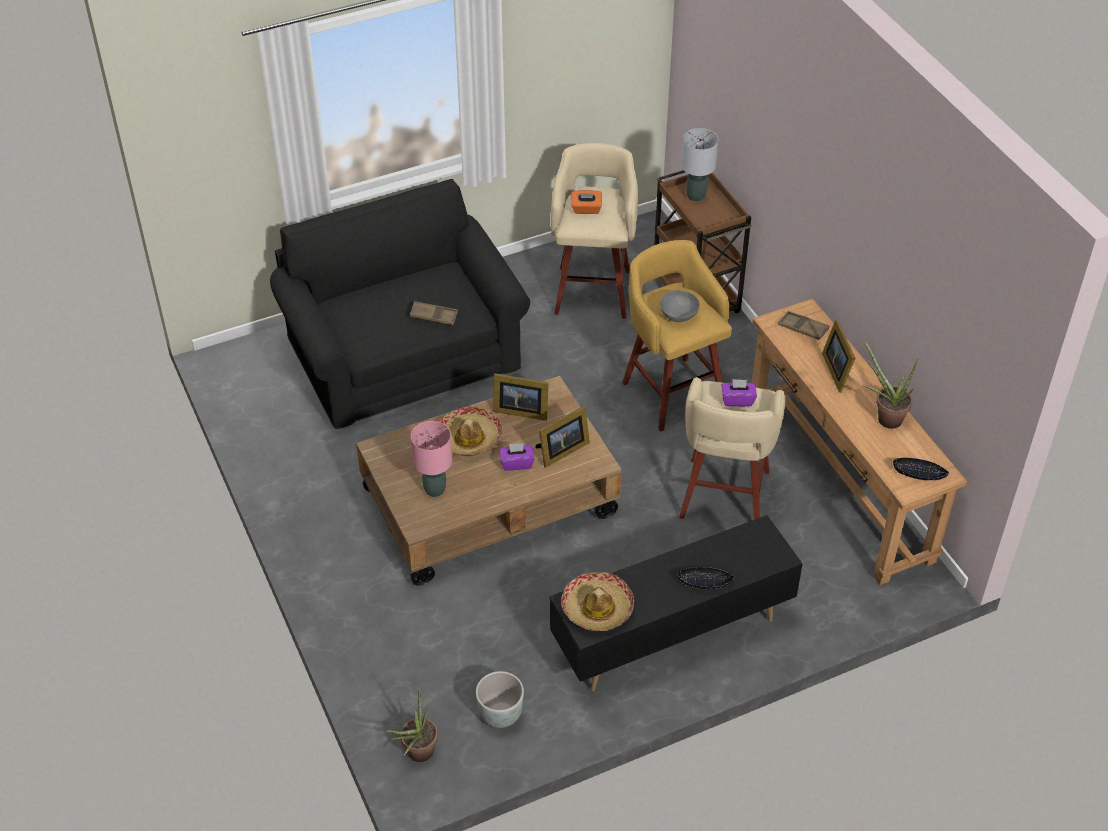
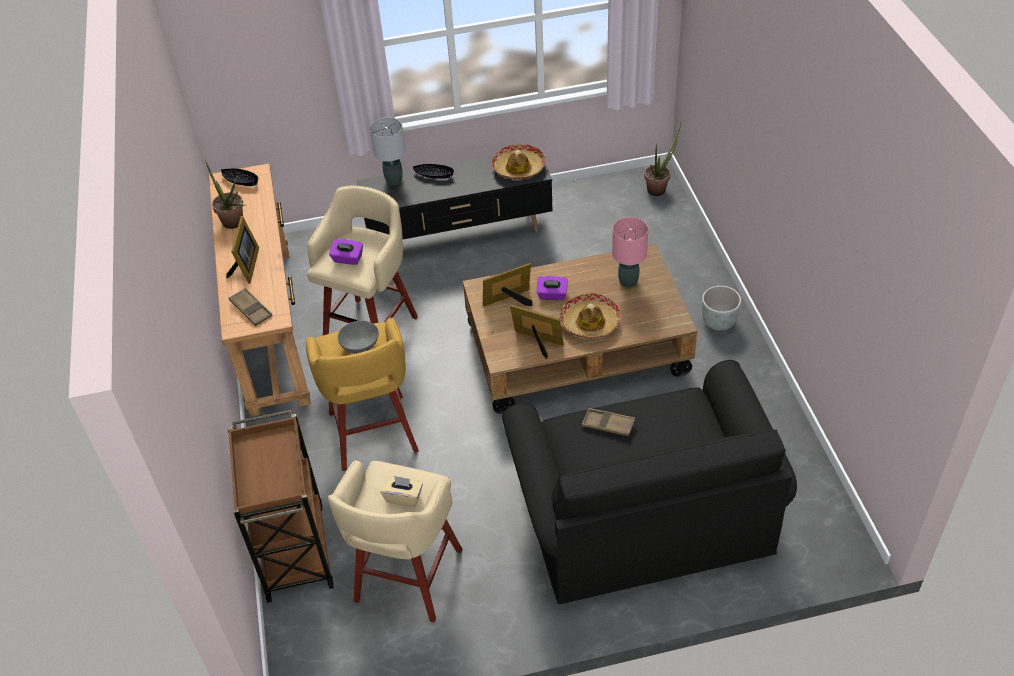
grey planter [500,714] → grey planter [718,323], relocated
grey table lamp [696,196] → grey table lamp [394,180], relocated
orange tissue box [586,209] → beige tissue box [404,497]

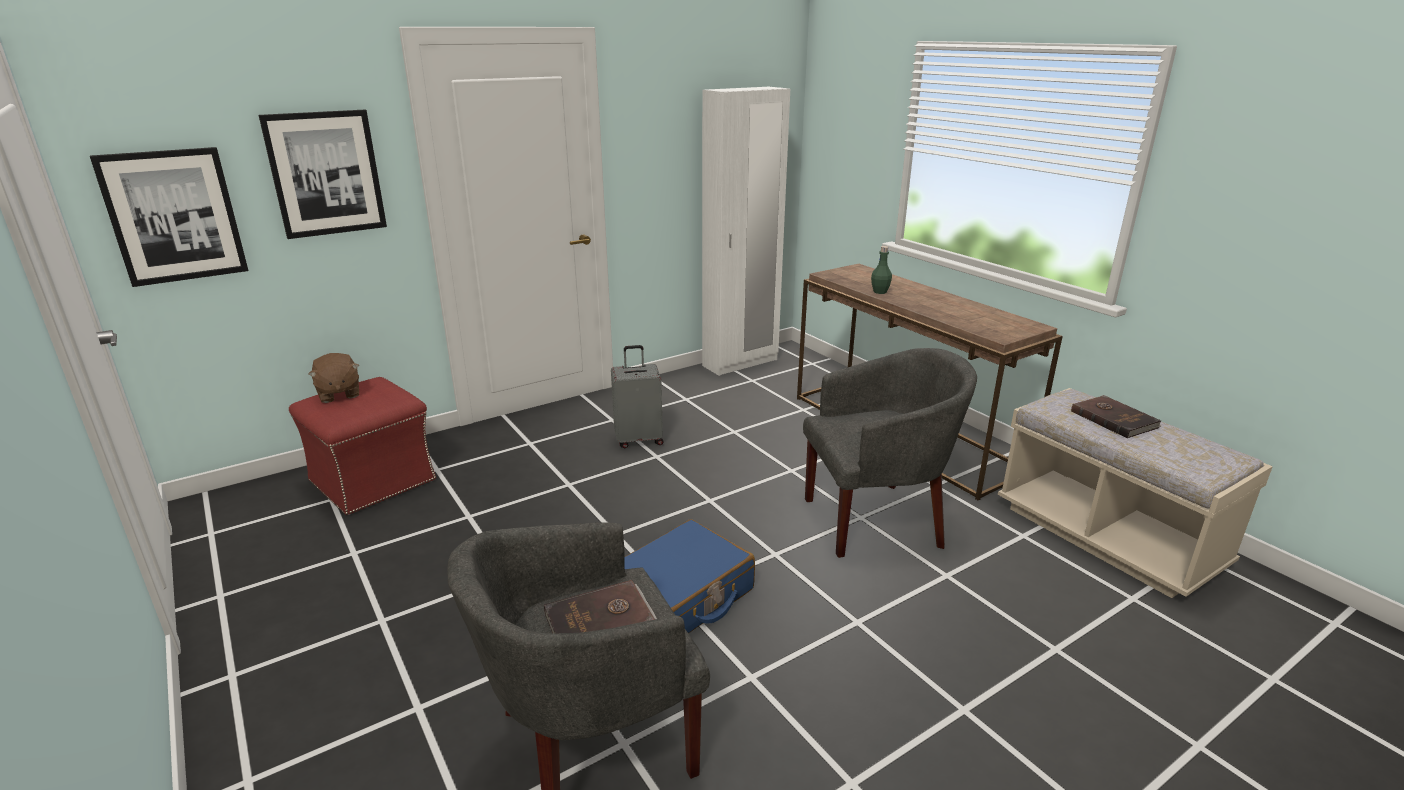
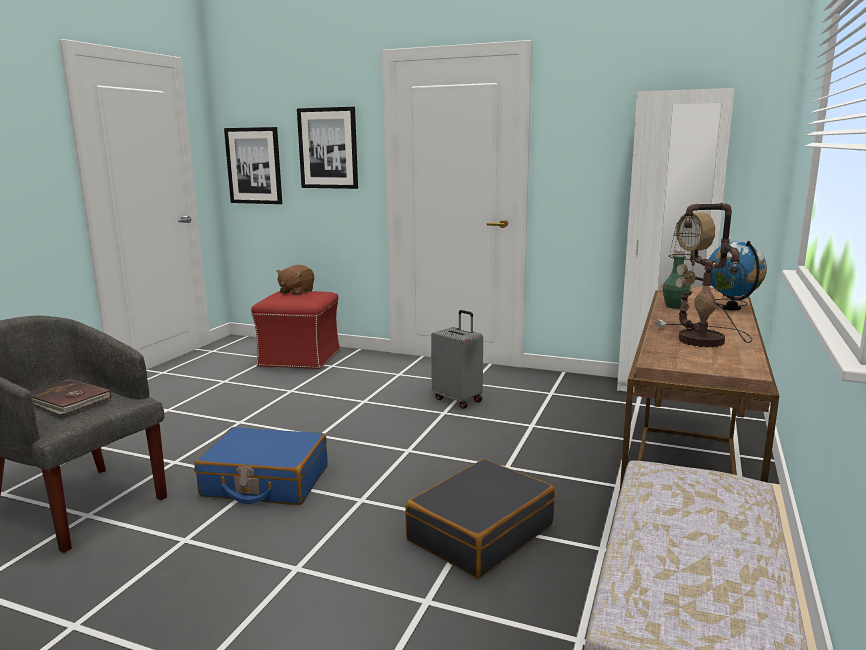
brown book [1114,419] → -
- → table lamp [701,342]
- → globe [731,308]
grey armchair [876,520] → black suitcase [480,532]

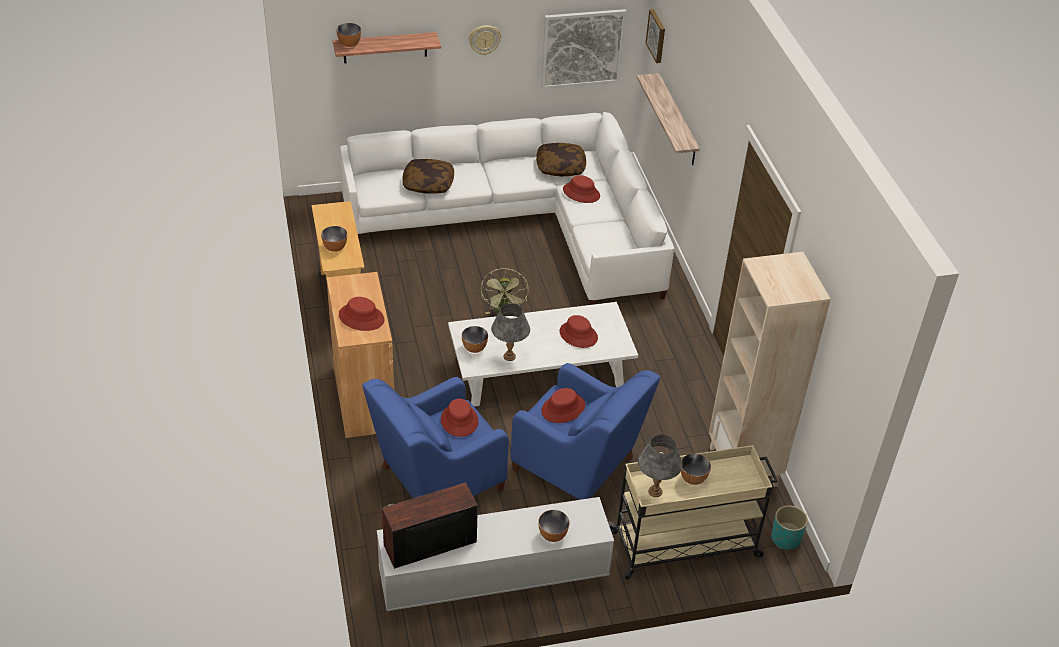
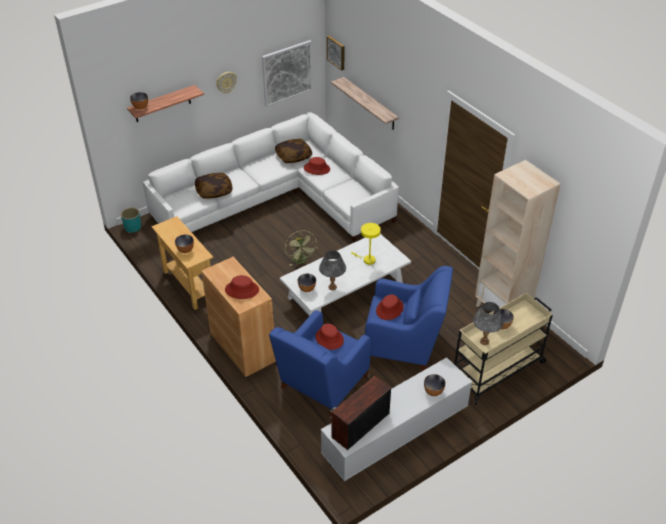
turquoise planter [785,538] → turquoise planter [133,227], relocated
red hat [578,335] → yellow table lamp [367,260]

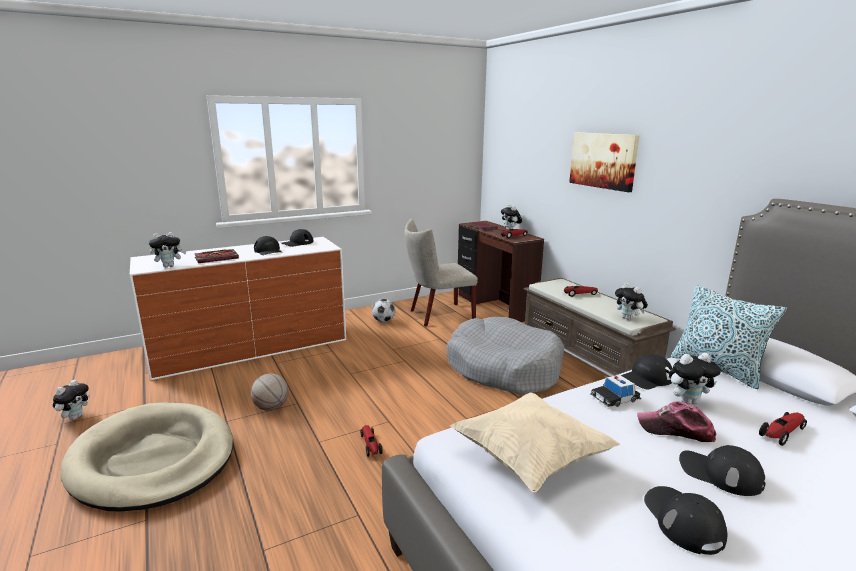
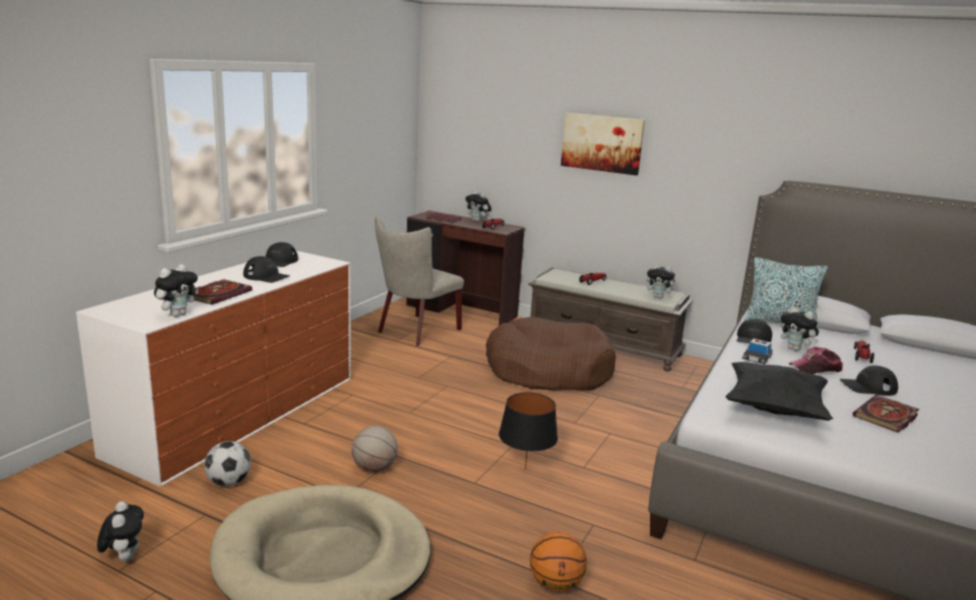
- → basketball [555,584]
football [383,321] → football [229,482], relocated
toy car [370,445] → black table lamp [525,469]
black cap [683,520] → book [886,417]
grey dog bed [503,368] → brown dog bed [548,371]
beige pillow [530,458] → black pillow [774,409]
plush toy [688,401] → plush toy [795,349], 90 degrees clockwise

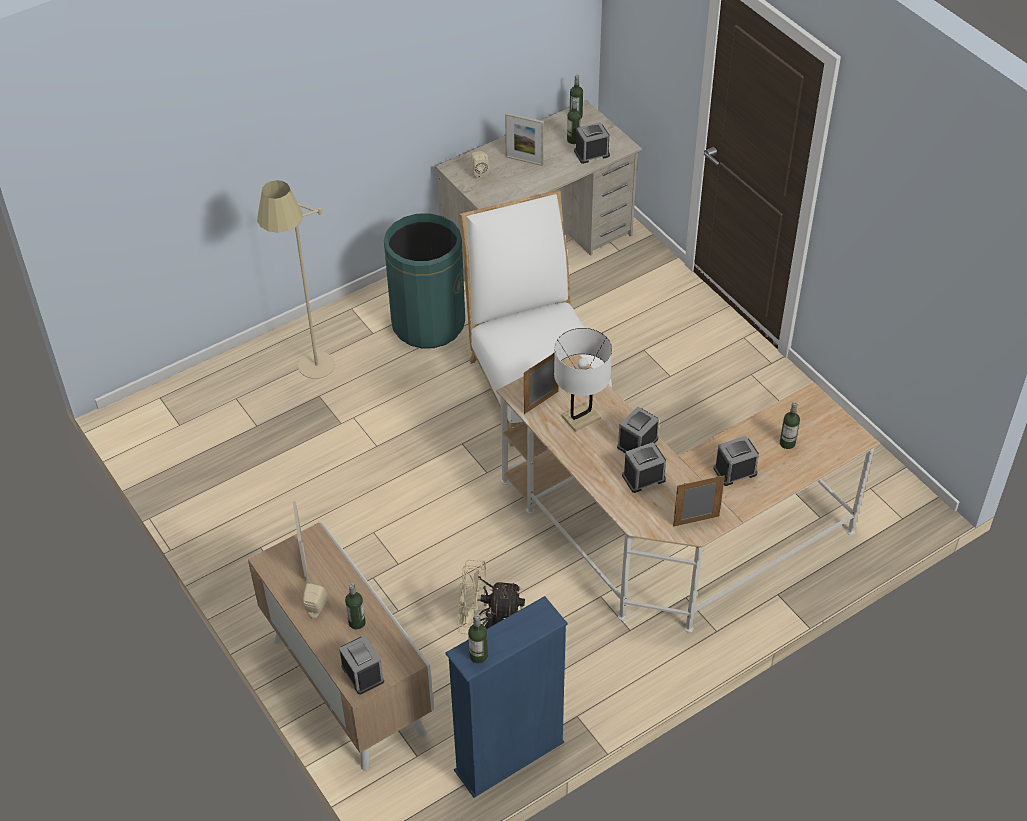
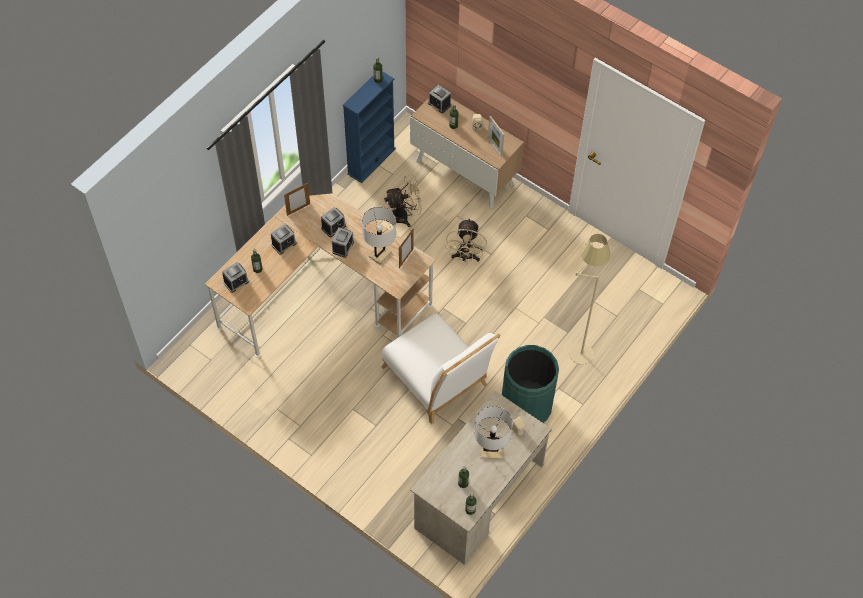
- → beige fan [465,257]
alarm clock [591,153] → alarm clock [236,282], relocated
picture frame [524,161] → white table lamp [490,451]

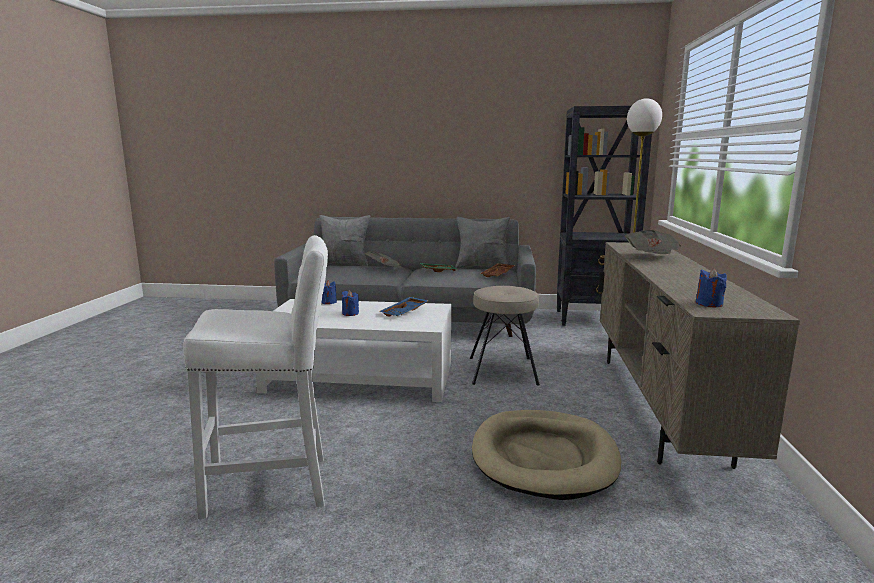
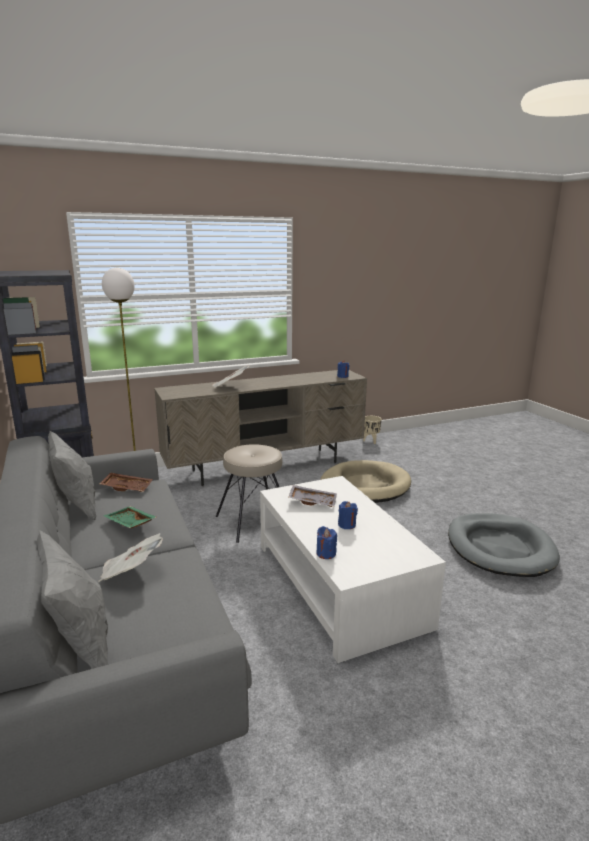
- → beige planter [371,441]
white stool [275,486] → grey dog bed [500,548]
blue tray [405,312] → grey tray [313,501]

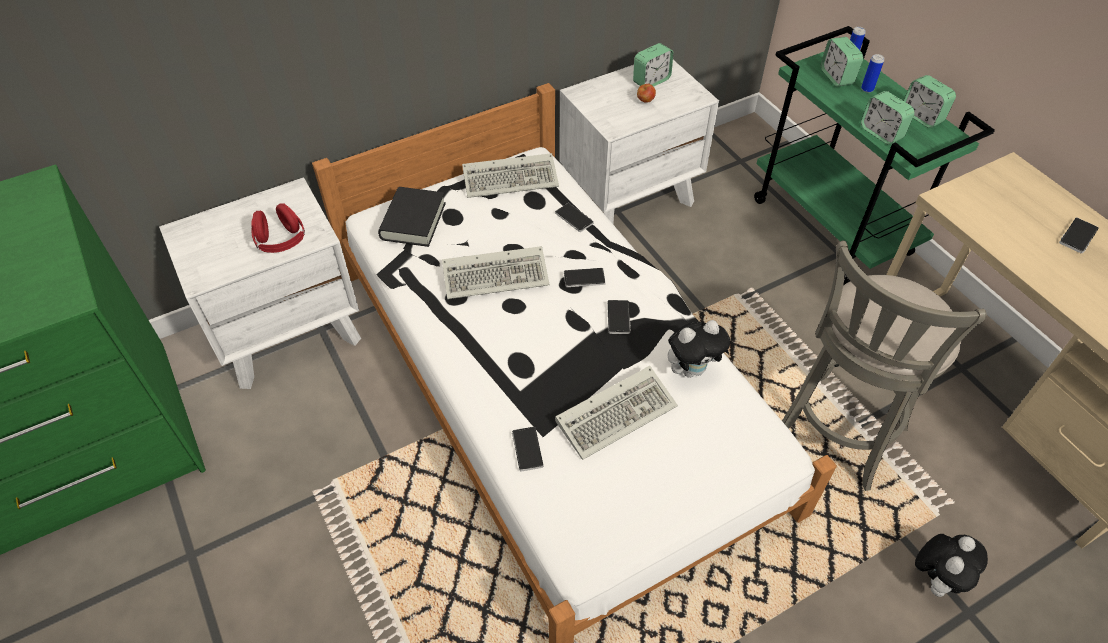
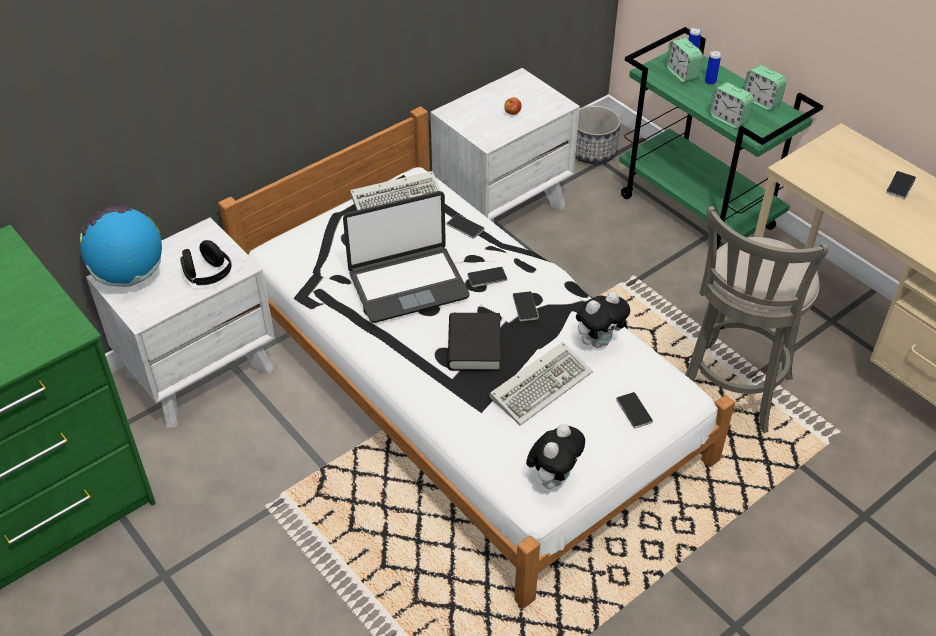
alarm clock [651,81] → -
- → globe [130,275]
- → planter [593,152]
black book [413,221] → black book [474,346], relocated
phone [527,449] → phone [634,411], relocated
plush toy [936,578] → plush toy [553,477], relocated
keyboard [498,275] → laptop [408,284]
red headphones [281,241] → black headphones [208,275]

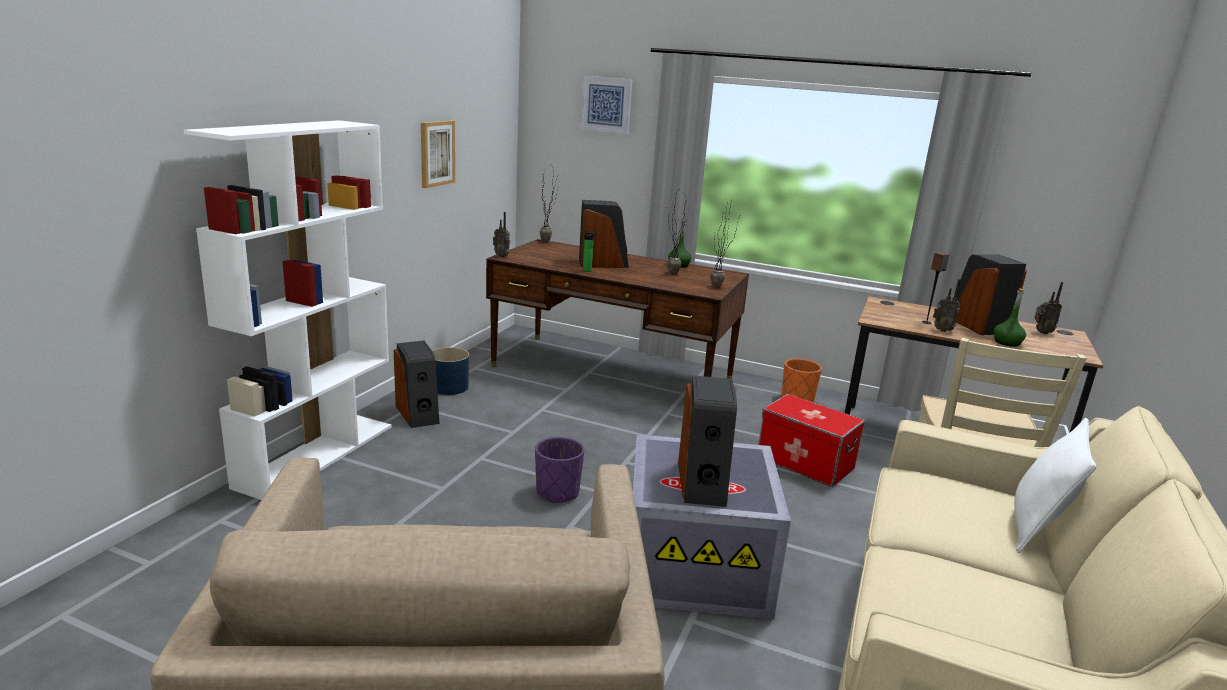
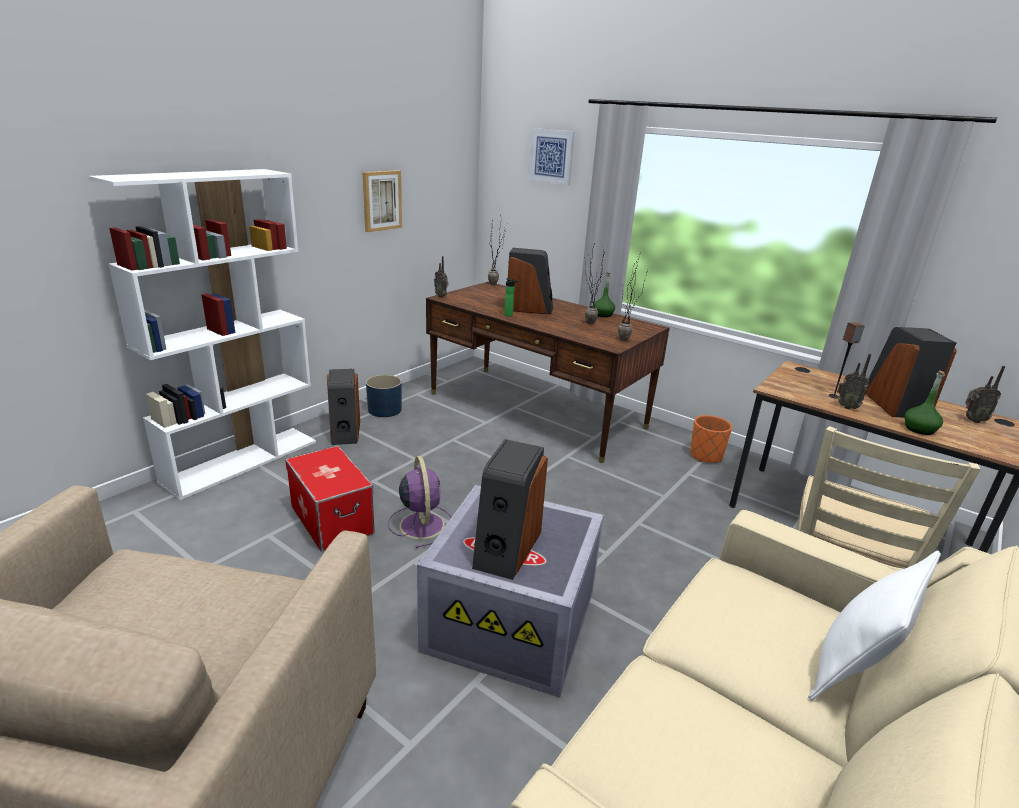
storage box [805,462] → storage box [332,519], relocated
purple planter [557,492] → purple fan [421,524]

